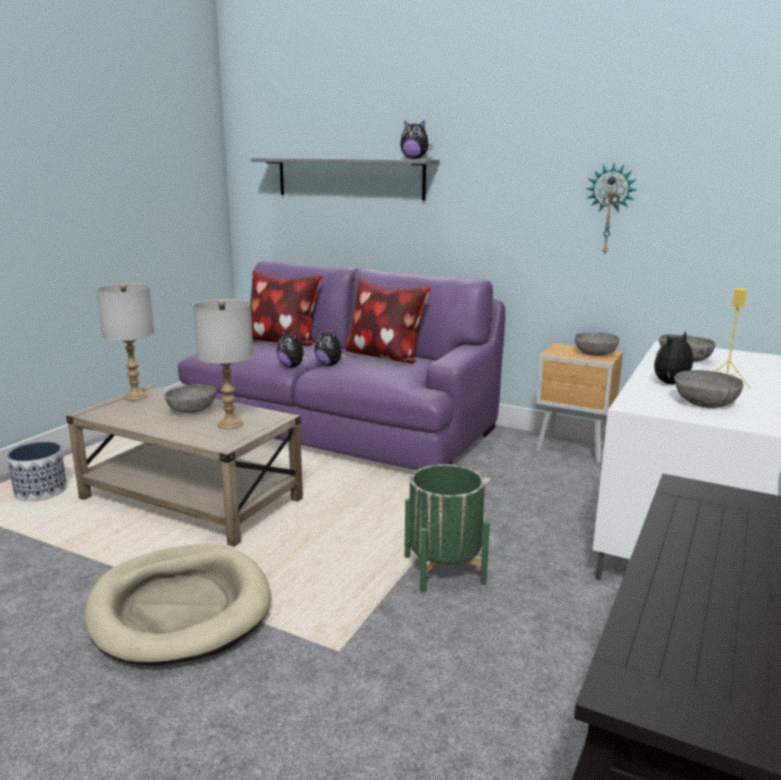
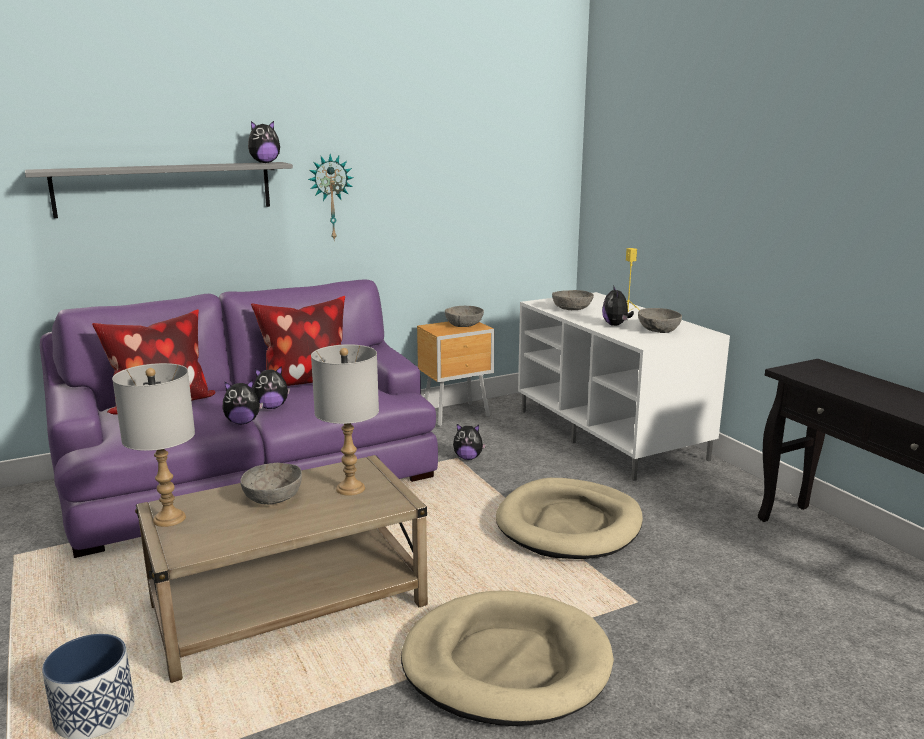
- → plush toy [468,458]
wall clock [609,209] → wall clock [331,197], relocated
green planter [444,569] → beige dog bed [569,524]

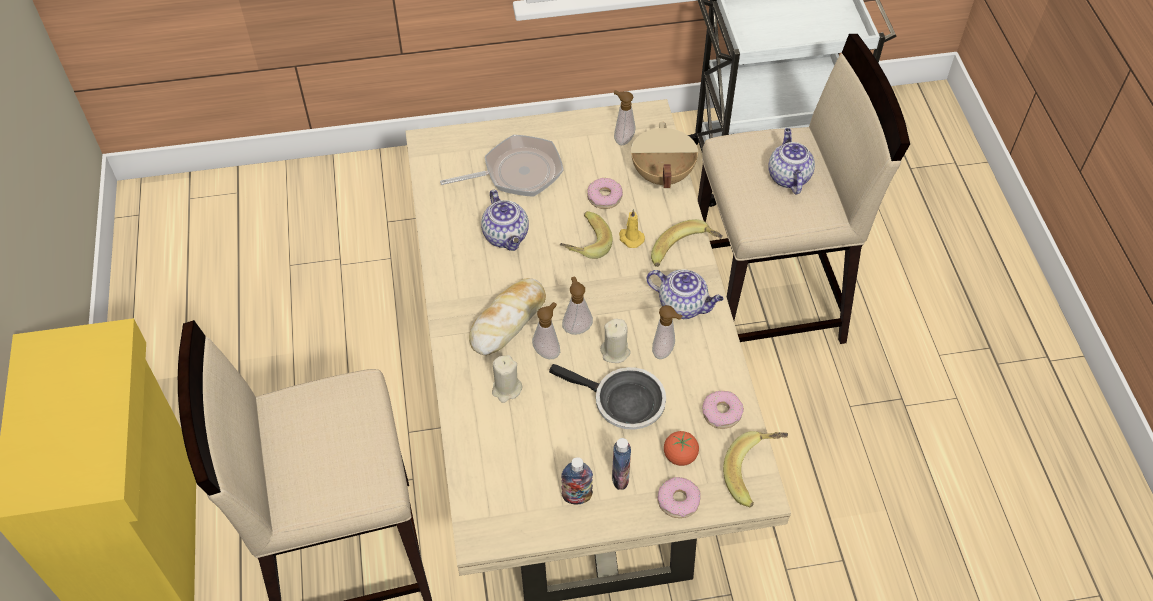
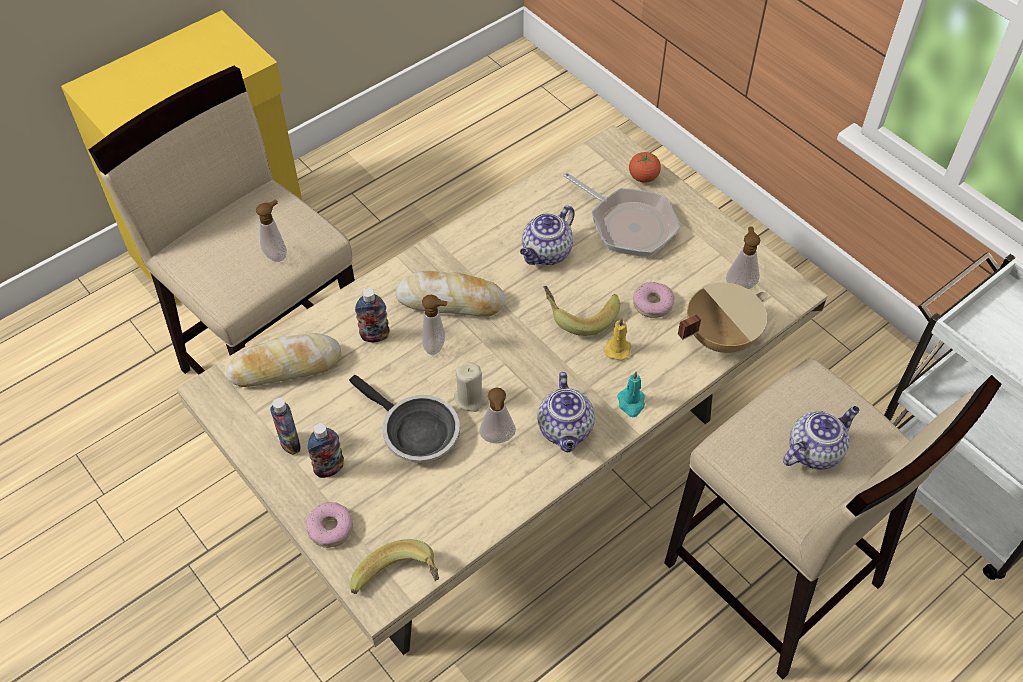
donut [721,413] → -
- → bread [285,366]
soap dispenser [576,327] → soap dispenser [277,254], relocated
tomato [680,456] → tomato [643,177], relocated
beige candle [506,389] → bottle [375,336]
banana [685,255] → turquoise candle [631,403]
frying pan [623,403] → frying pan [415,432], 45 degrees counterclockwise

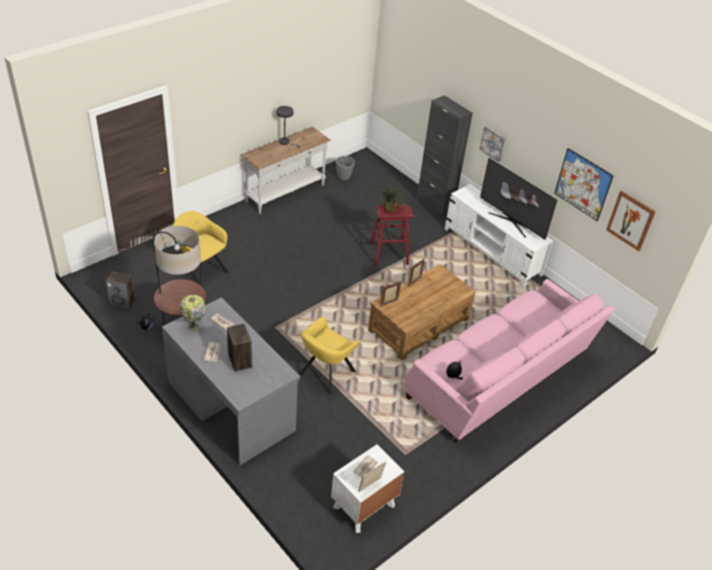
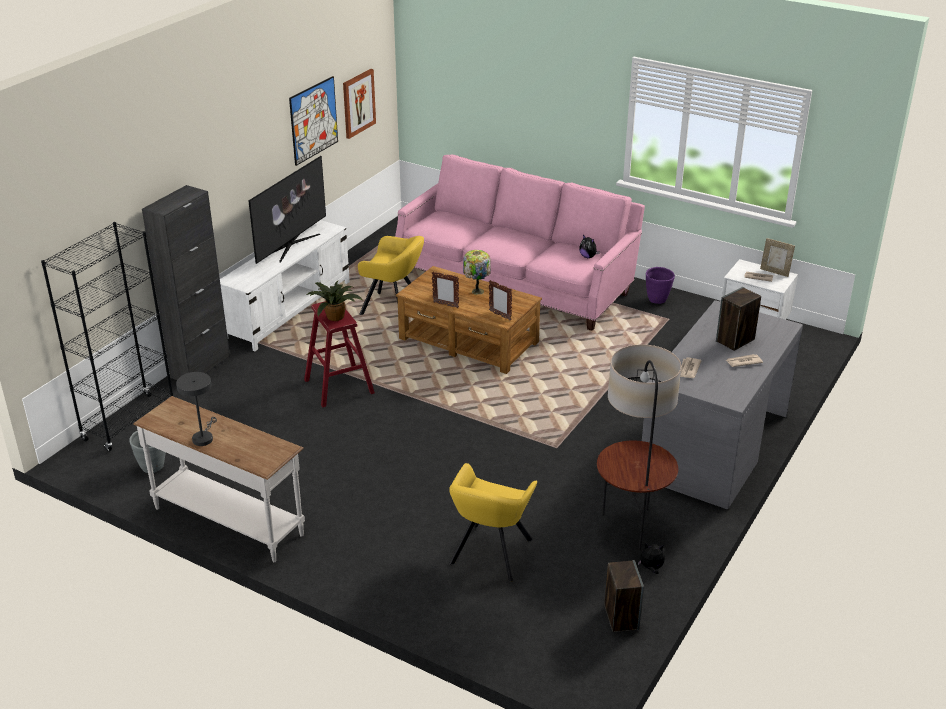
picture [493,143] → -
- → black bookcase [129,422]
- → purple planter [657,300]
table lamp [194,326] → table lamp [477,291], relocated
yellow armchair [325,374] → yellow armchair [394,308], relocated

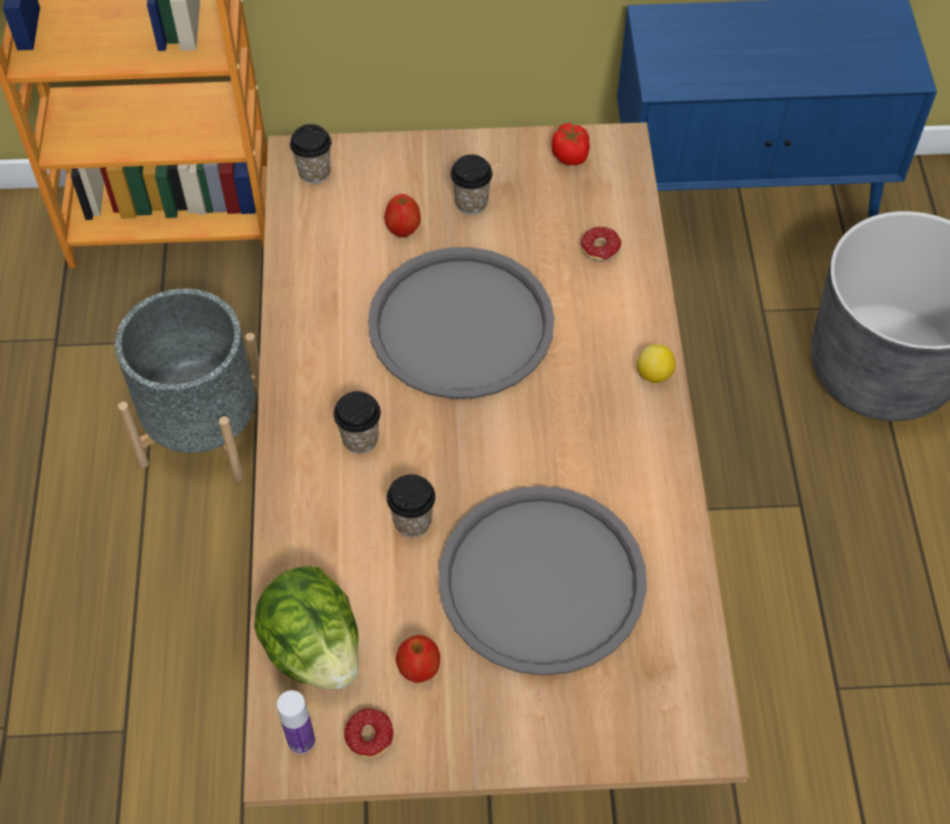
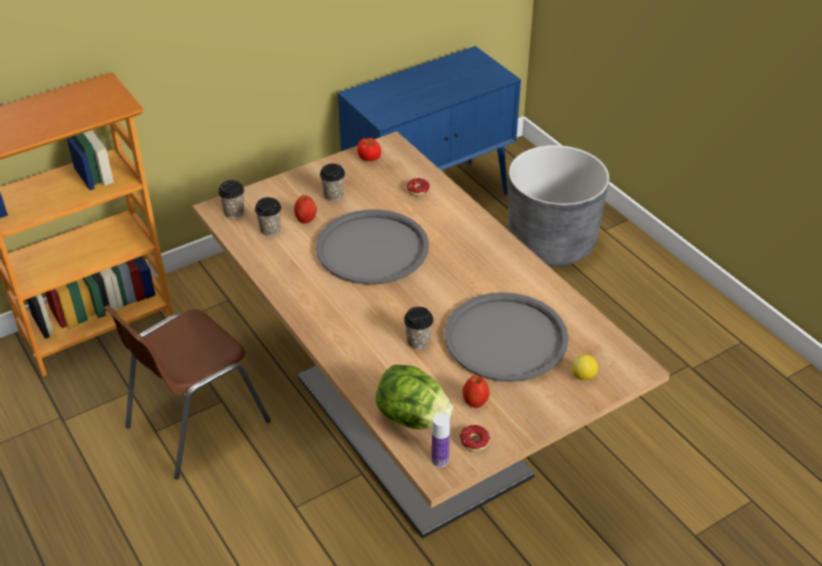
cup [360,439] → cup [270,230], relocated
lemon [654,375] → lemon [583,376], relocated
grey planter [204,430] → brown chair [195,424]

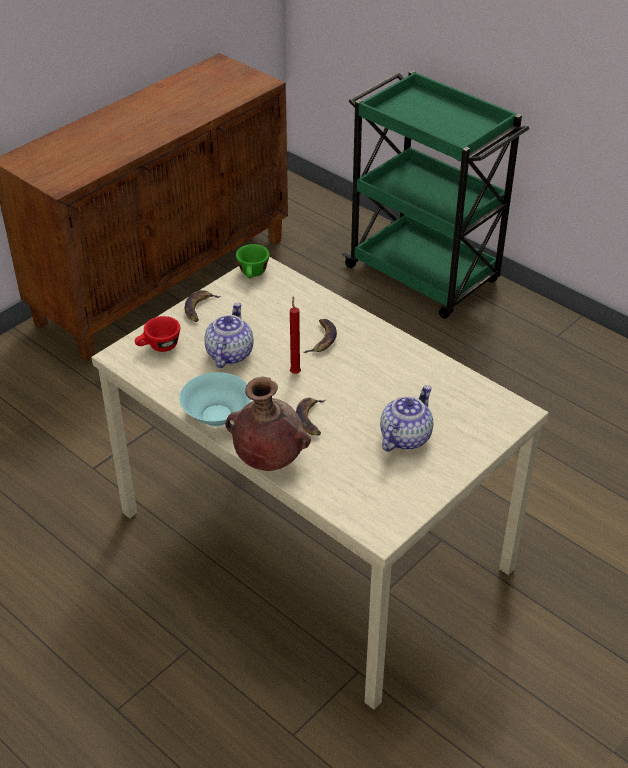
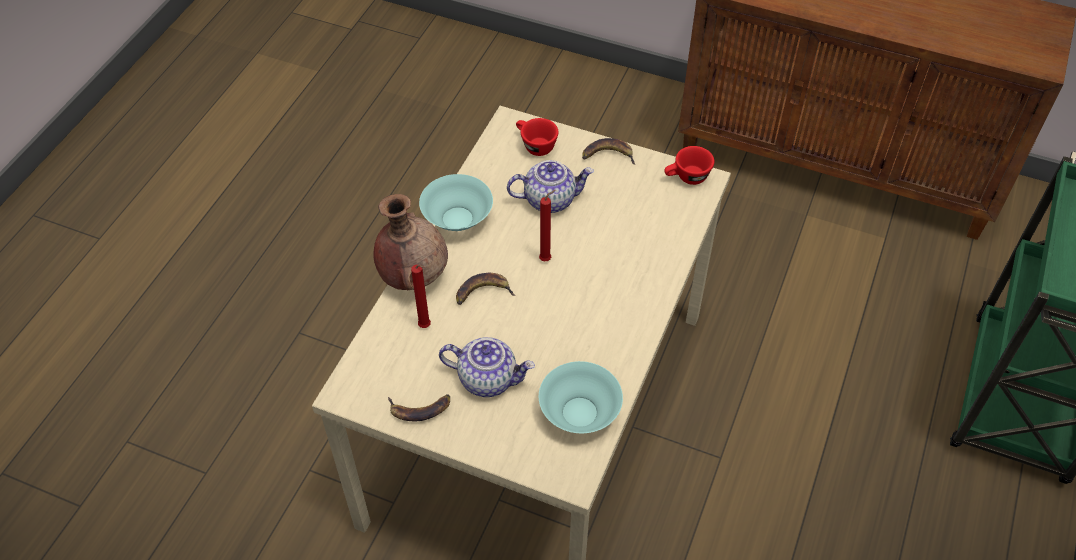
- → red candle [426,327]
- → turquoise bowl [580,413]
banana [322,339] → banana [420,409], relocated
green cup [253,274] → red cup [687,178]

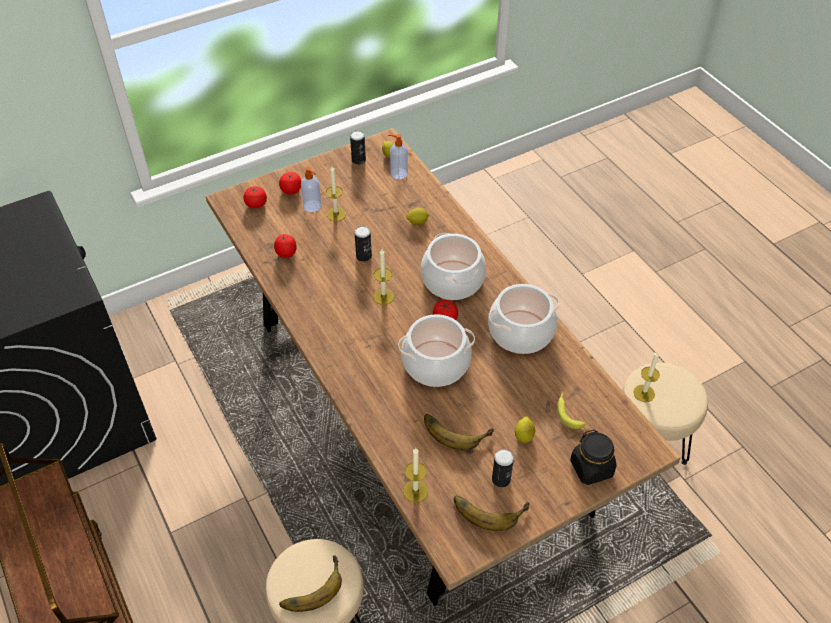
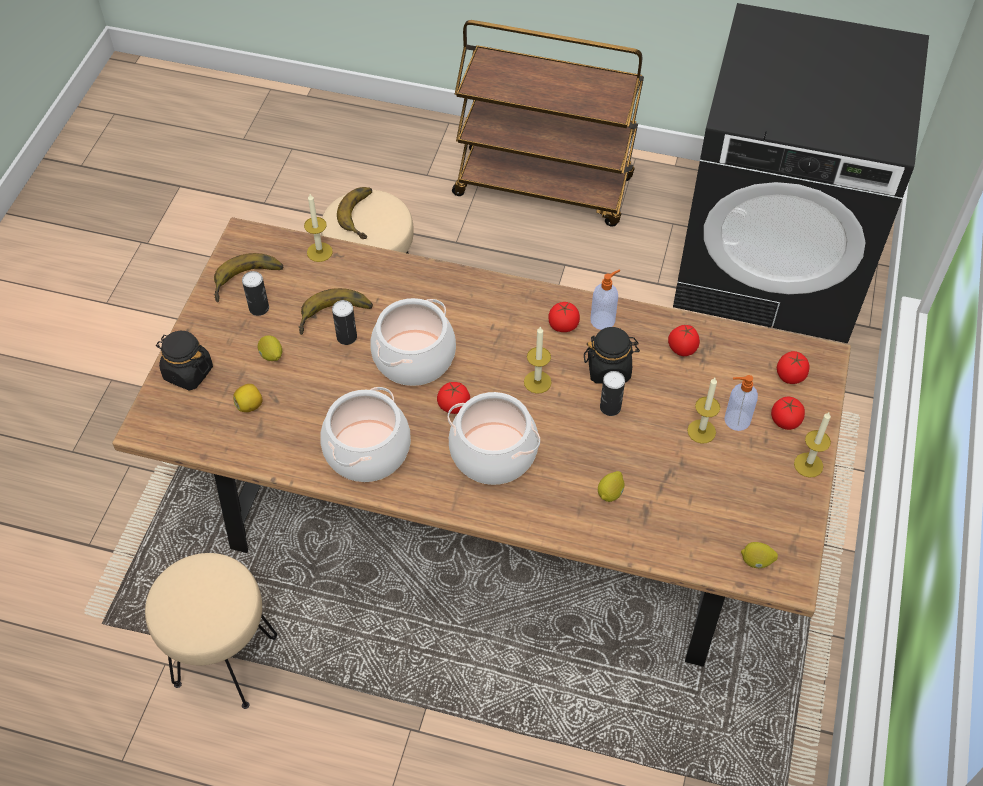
- → tomato [563,325]
- → black jar [609,369]
can [358,160] → can [346,337], relocated
soap dispenser [398,173] → soap dispenser [603,320], relocated
candle [644,393] → candle [808,465], relocated
banana [568,412] → lemon [250,405]

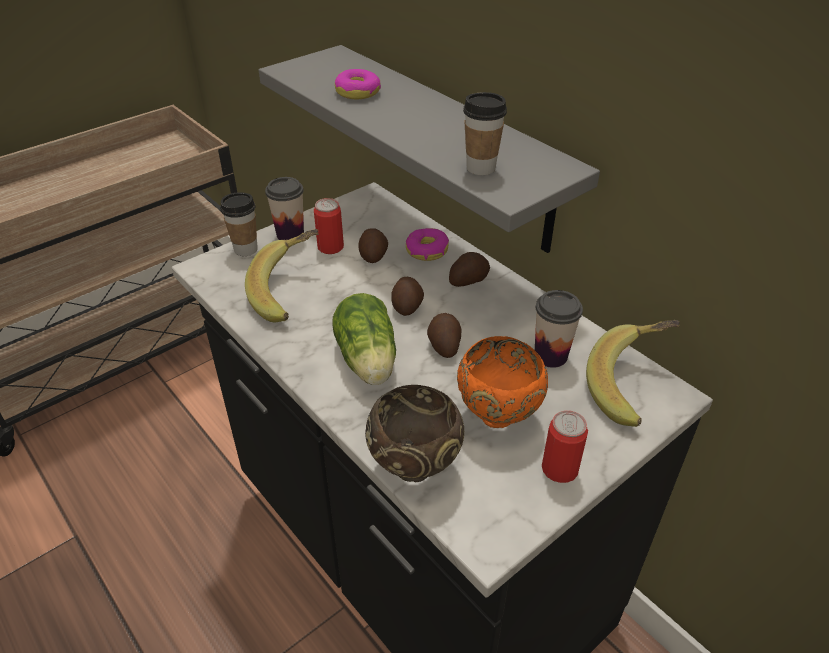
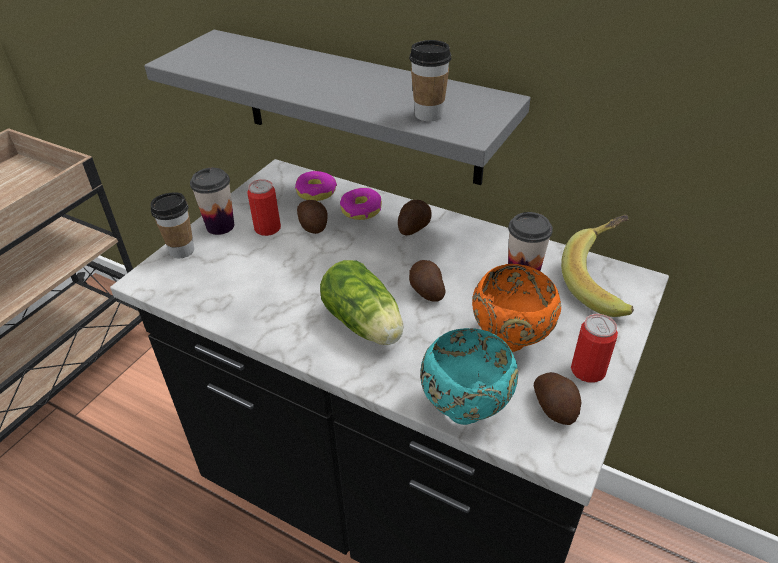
banana [291,292] → -
donut [358,92] → donut [316,192], relocated
potato [407,305] → potato [555,406], relocated
brown bowl [416,467] → turquoise bowl [466,409]

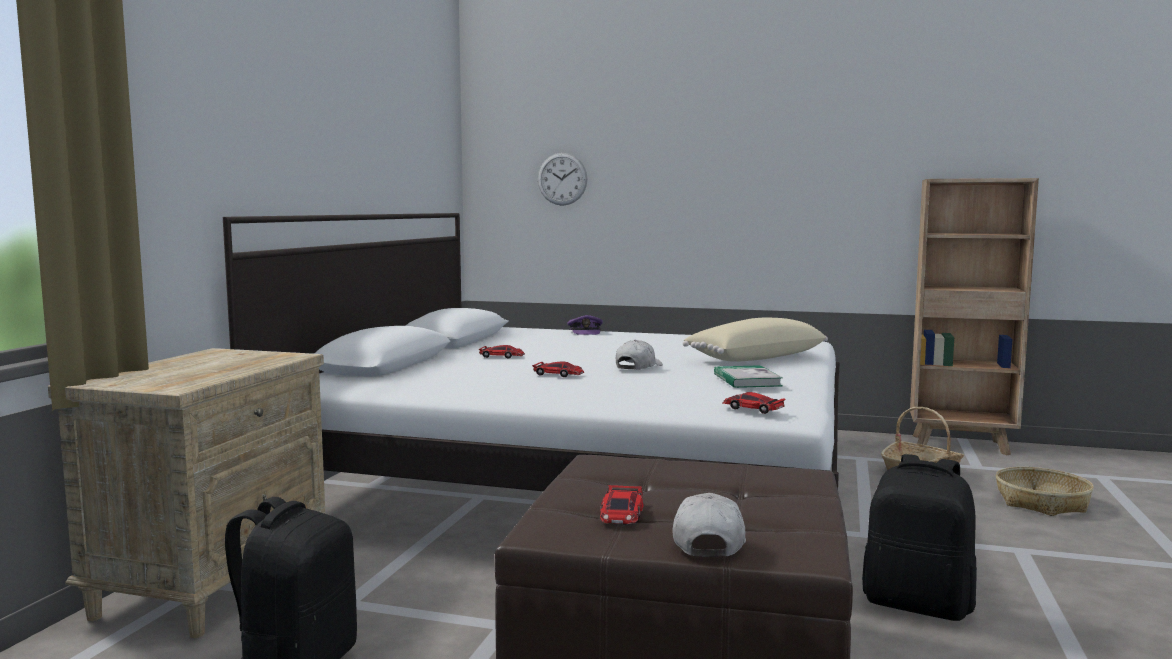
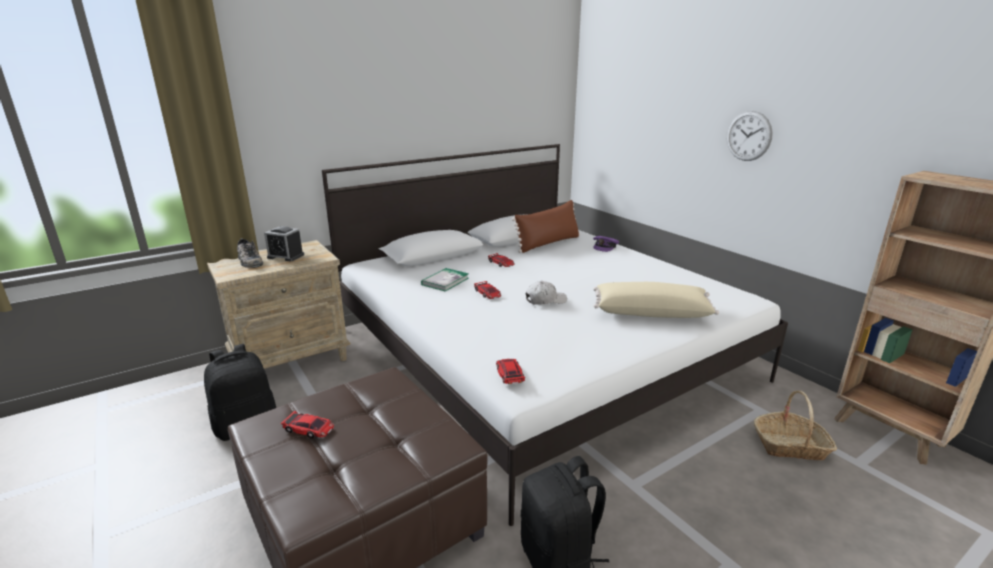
white cap [708,542] → -
basket [1041,502] → -
- → shoe [249,261]
- → alarm clock [285,256]
- → brown pillow [548,243]
wall clock [562,179] → wall clock [748,136], relocated
book [747,380] → book [445,281], relocated
toy car [622,513] → toy car [309,429], 120 degrees counterclockwise

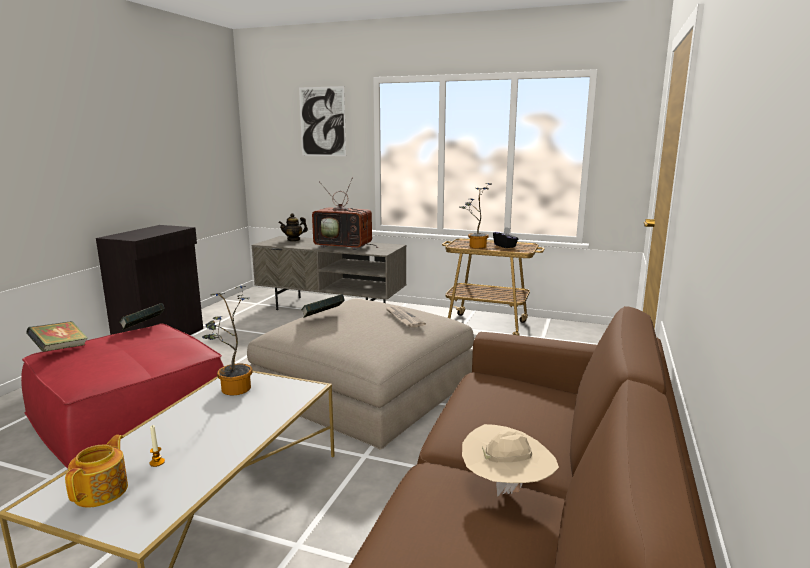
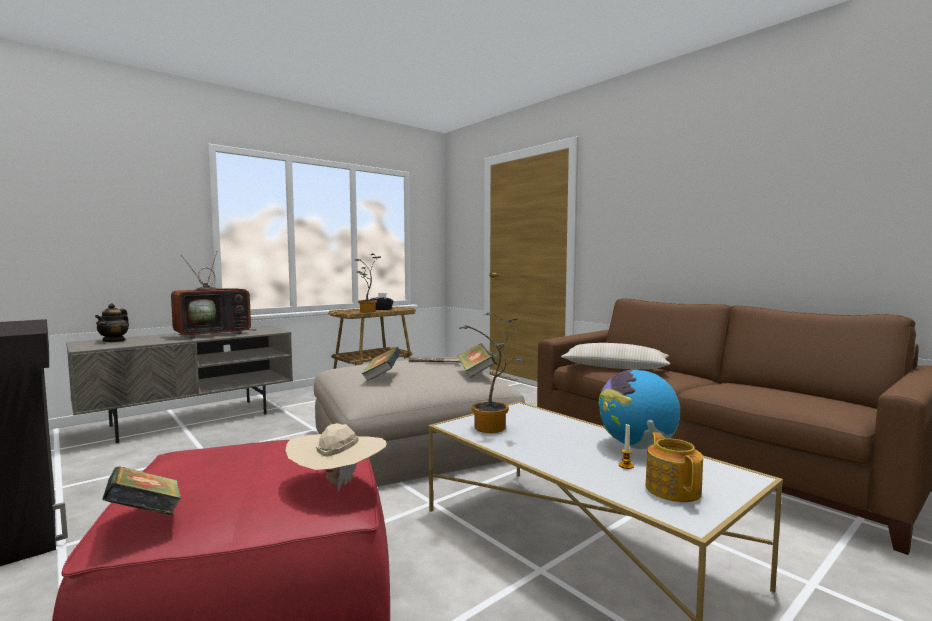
picture [322,121] → -
- → beige pillow [615,367]
- → globe [637,446]
book [143,328] → book [475,373], relocated
beige hat [507,488] → beige hat [338,484], relocated
teapot [102,491] → teapot [673,489], 45 degrees clockwise

